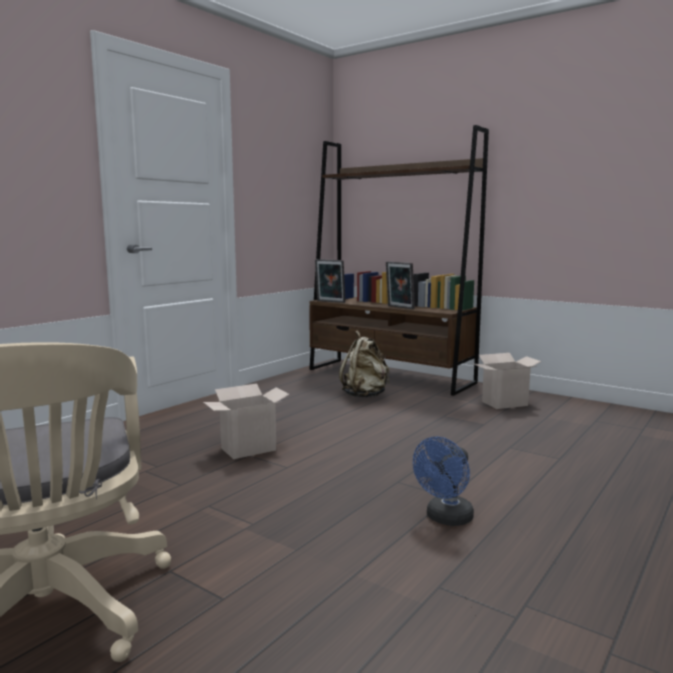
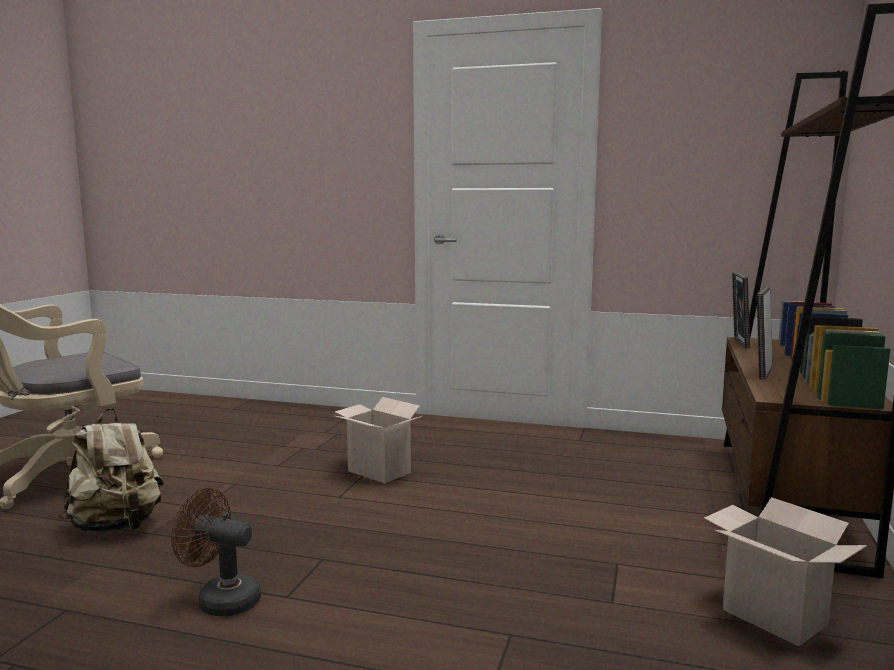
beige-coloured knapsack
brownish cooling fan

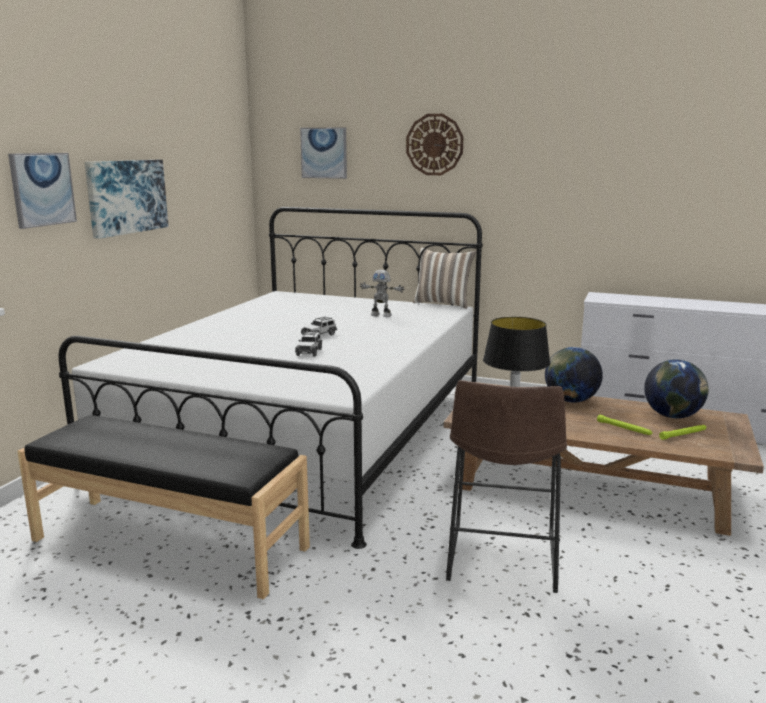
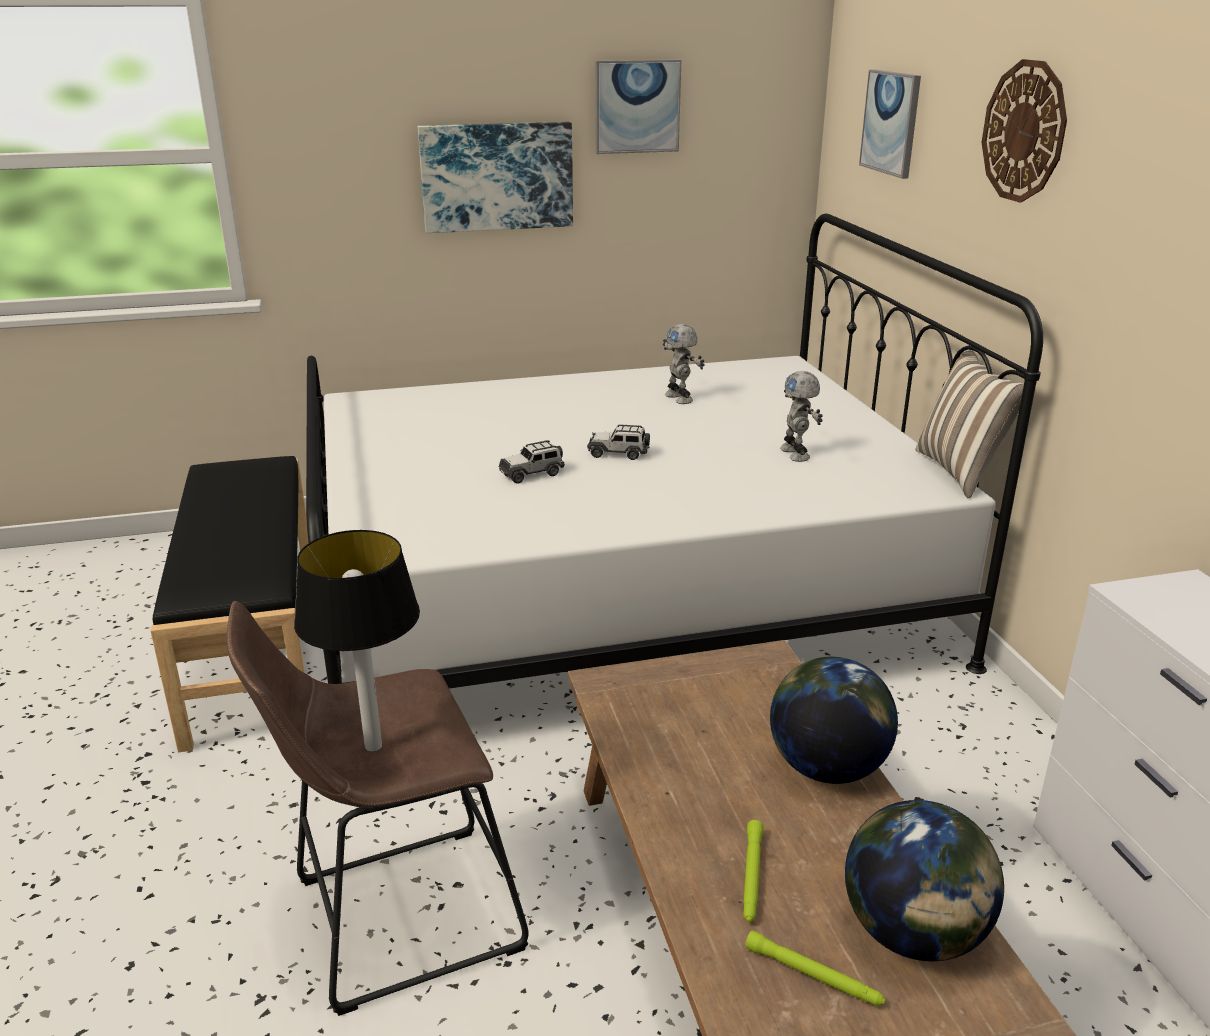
picture (2nd from left)
robot figure (1st from left)

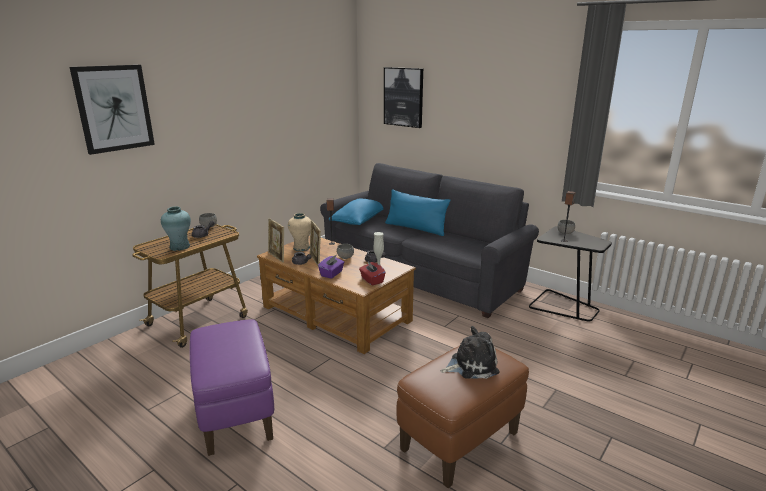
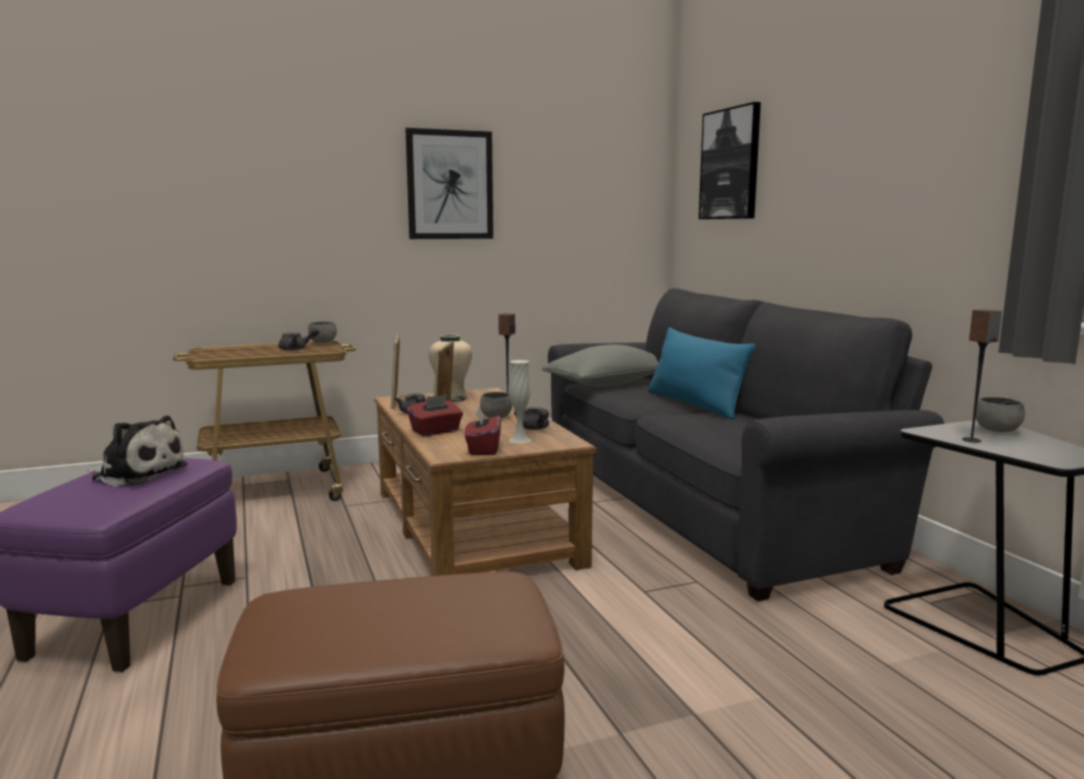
picture (1st from left)
blue-green flower vase
reddish tissue box (1st from left)
grey pillow
soft toy

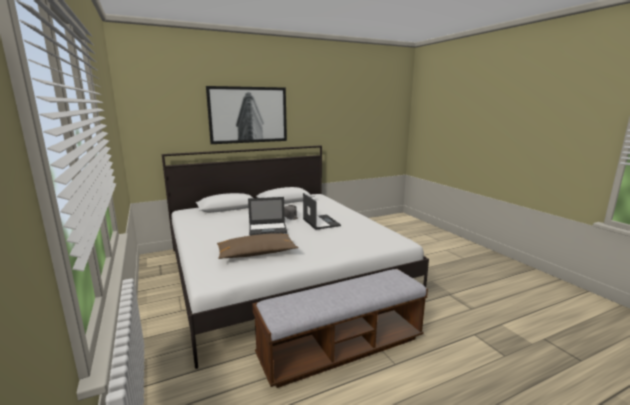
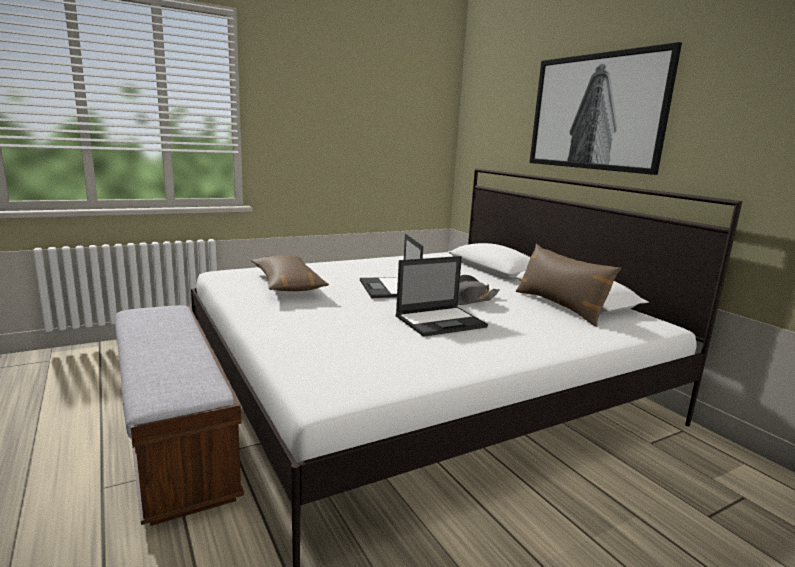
brownish pillow (2nd from left)

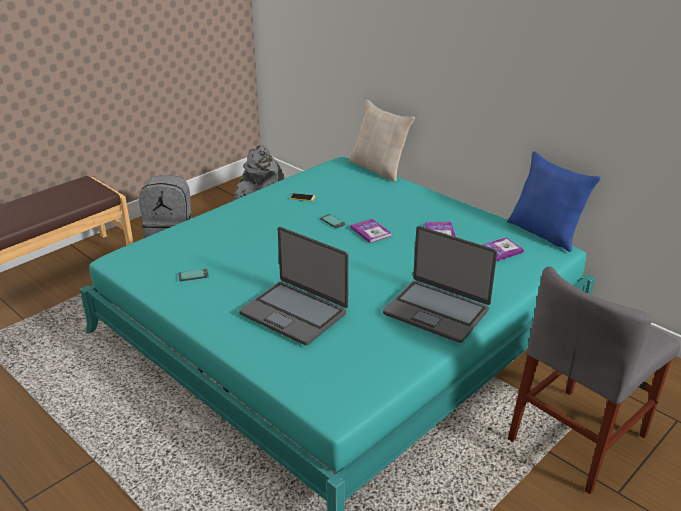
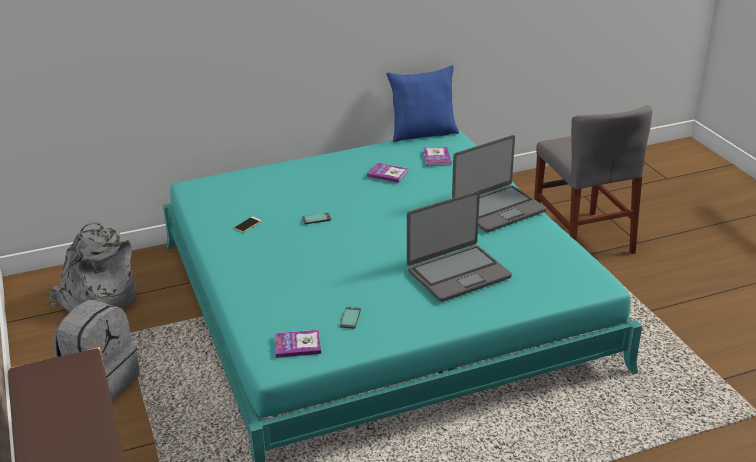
beige-coloured pillow
volume (1st from left)

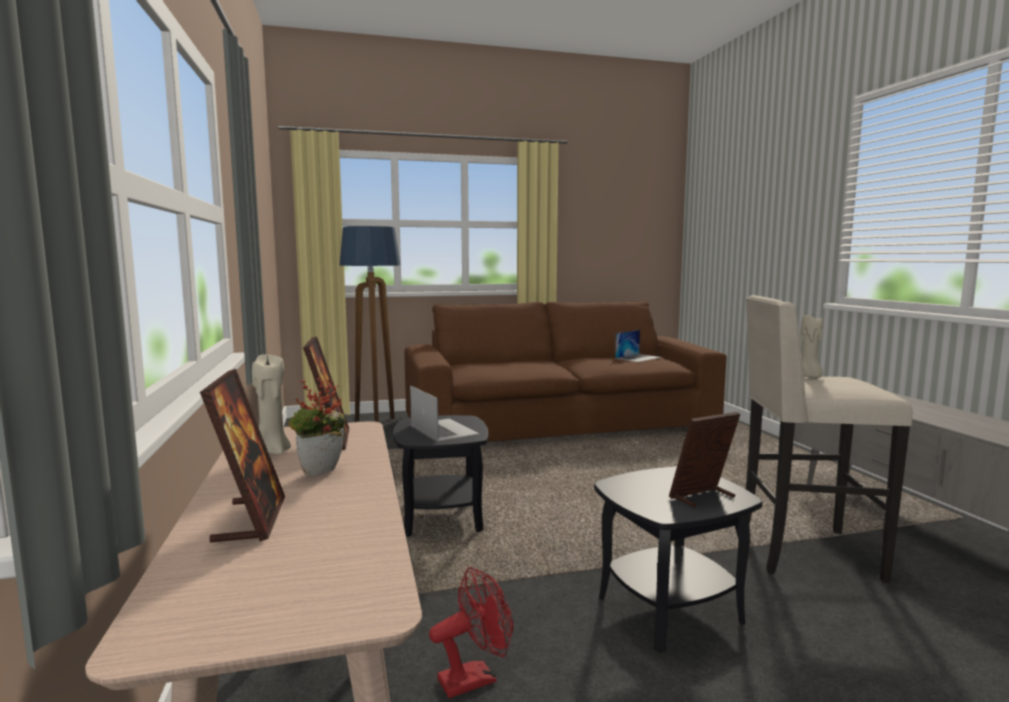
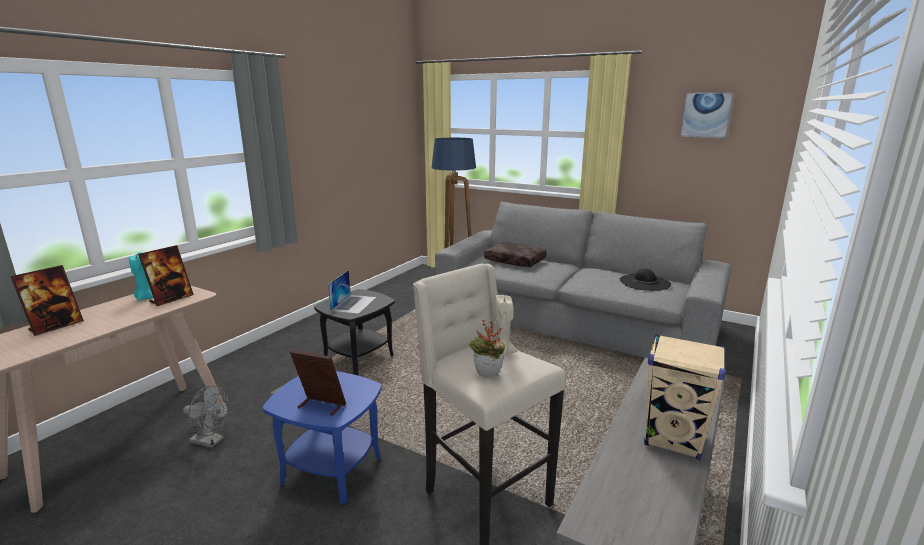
blue-green wax candle
plant in a pot
grey sofa
grey cooling fan
blue accent table
blackish wearable hat
brownish pillow
beige-coloured audio speaker
picture

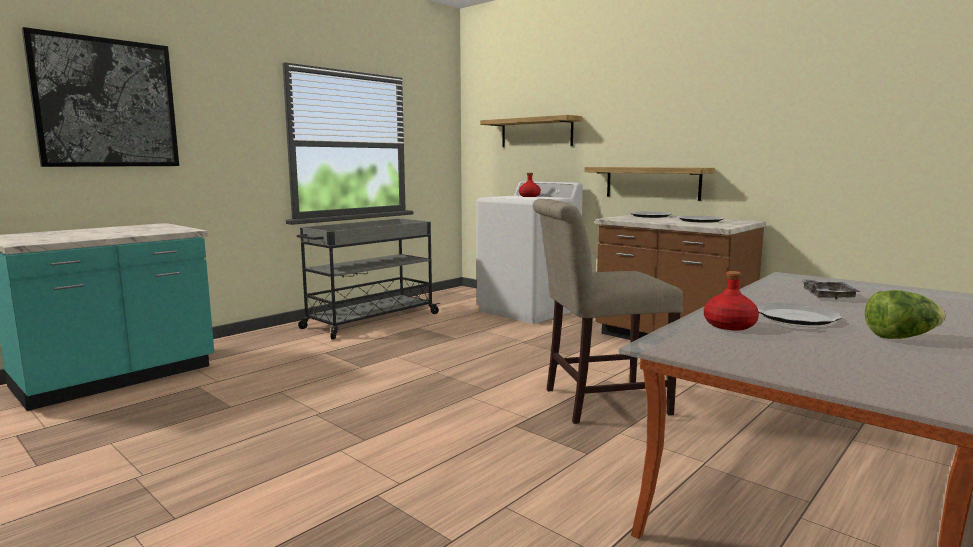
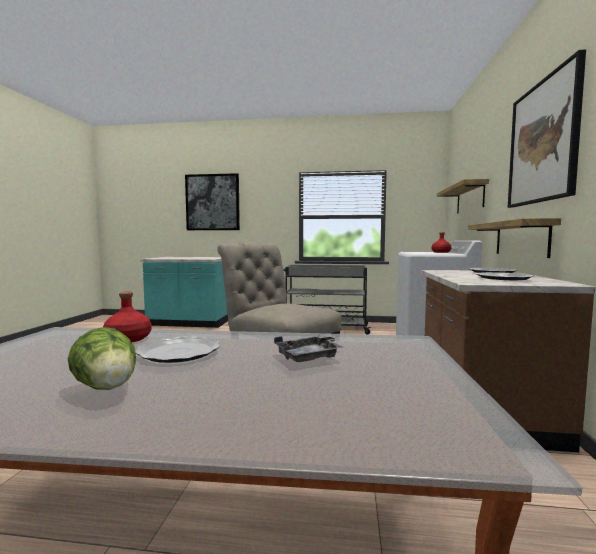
picture (2nd from left)

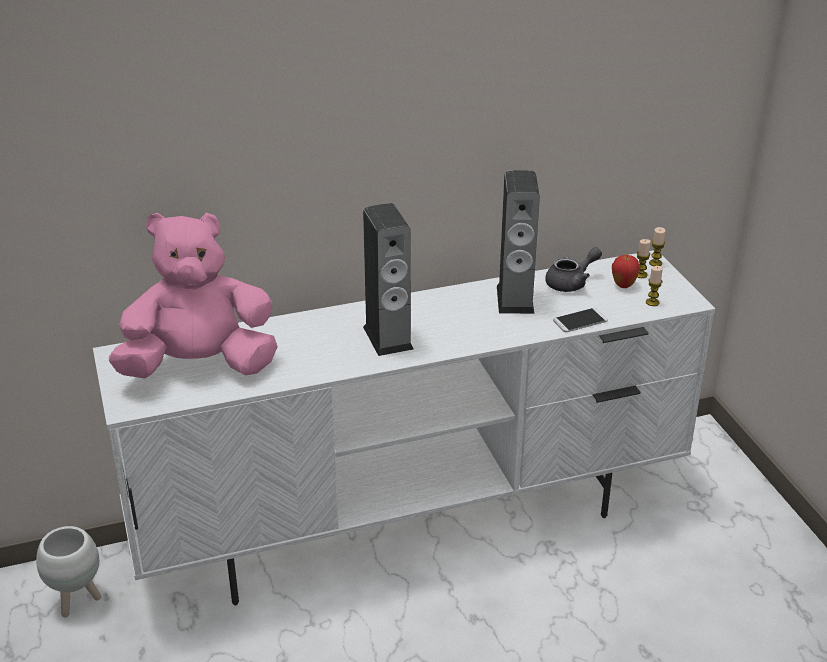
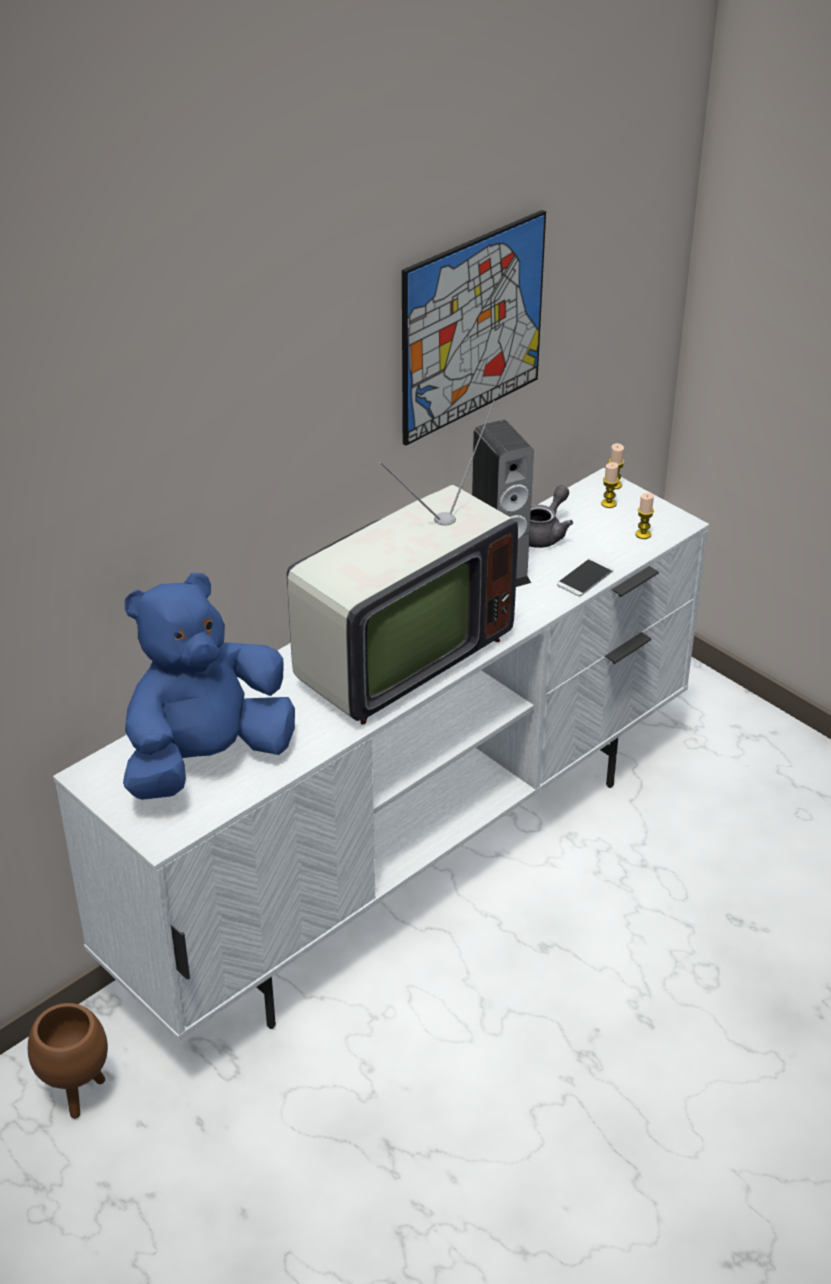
brownish flower pot
blue soft toy
TV set
apple fruit
picture

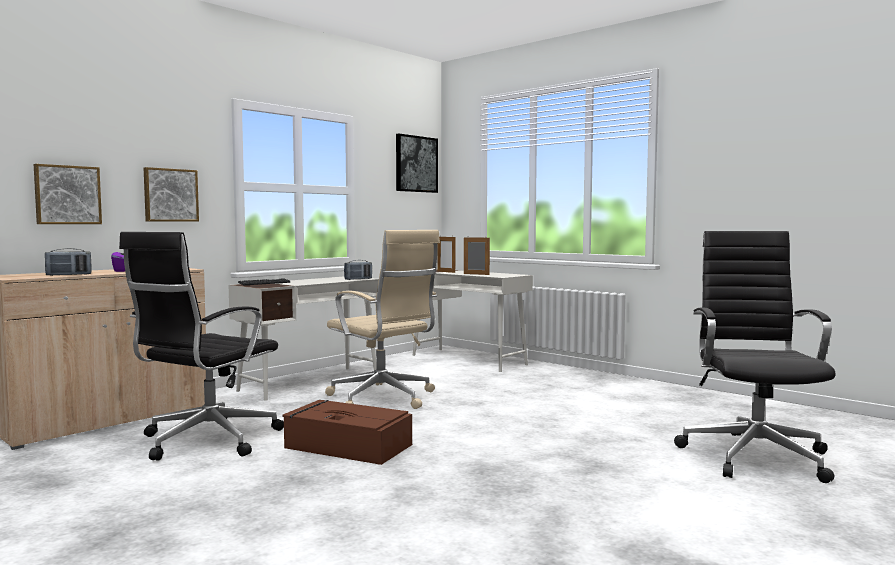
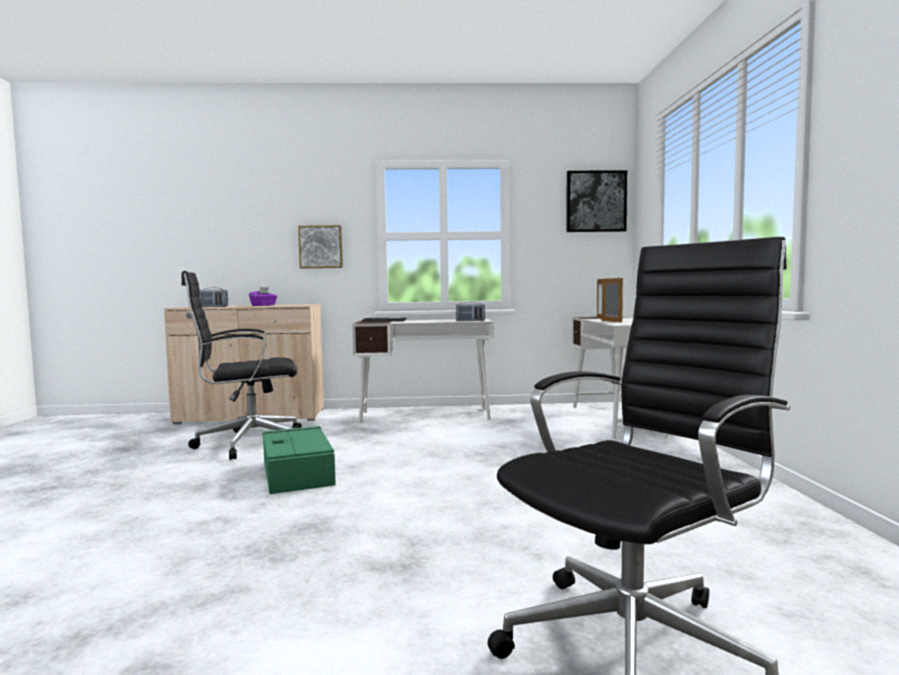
picture (1st from left in the first image)
greenish storage container
beige-coloured computer chair

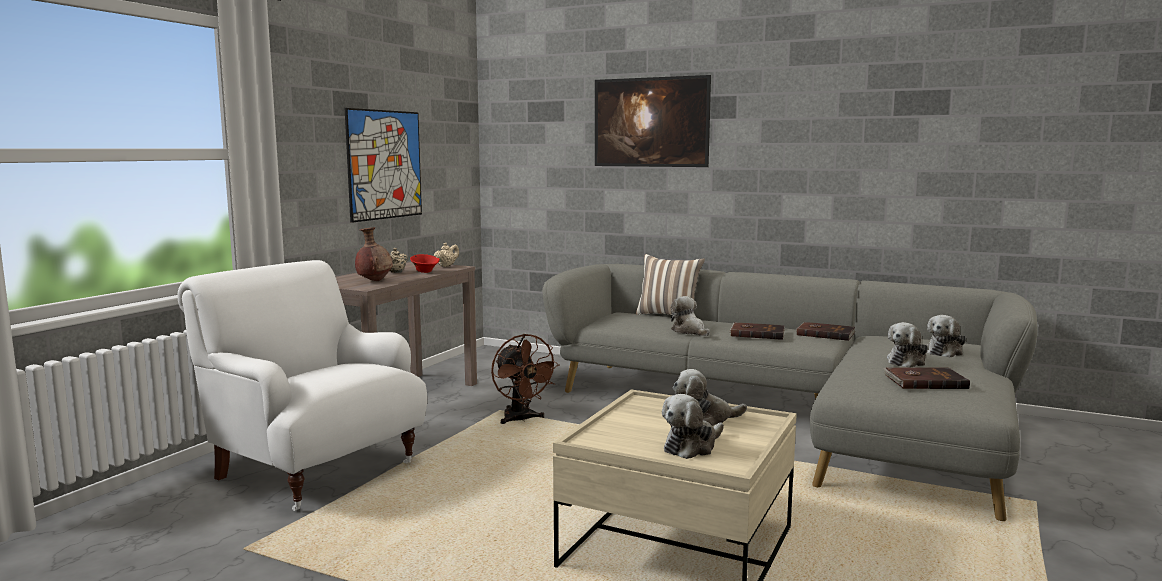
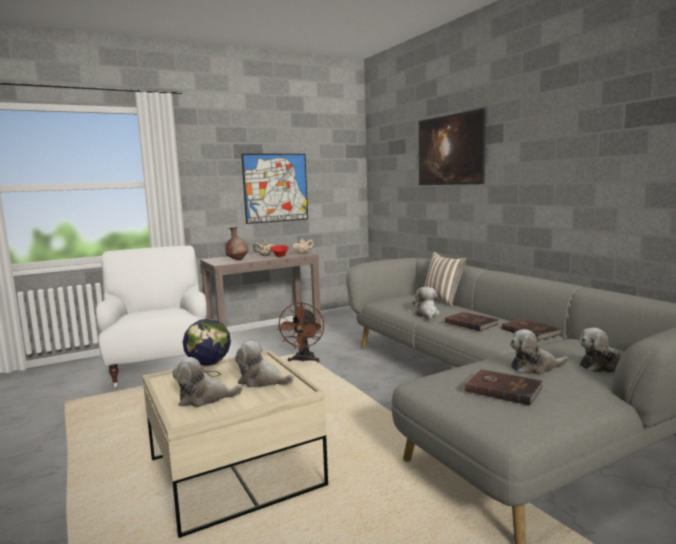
globe

